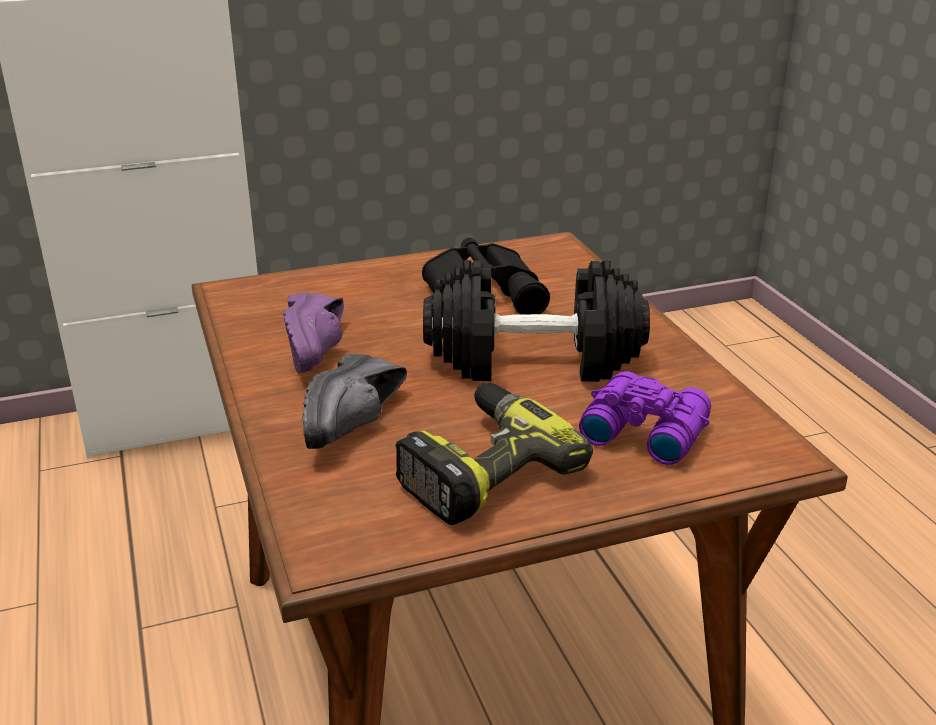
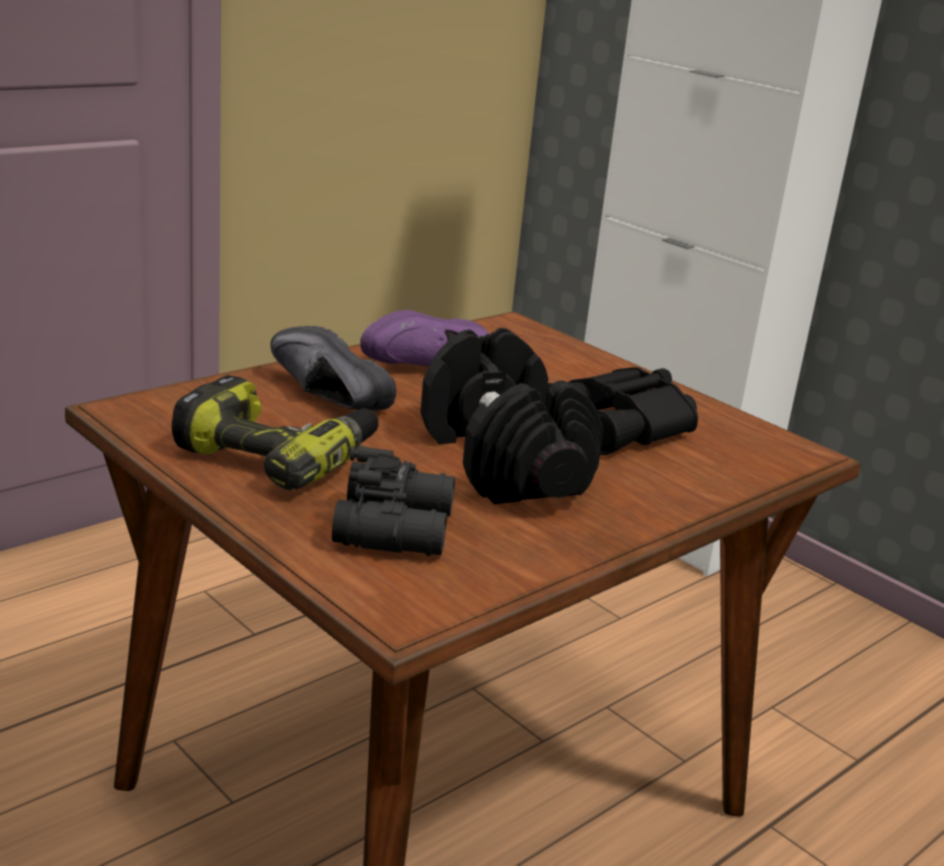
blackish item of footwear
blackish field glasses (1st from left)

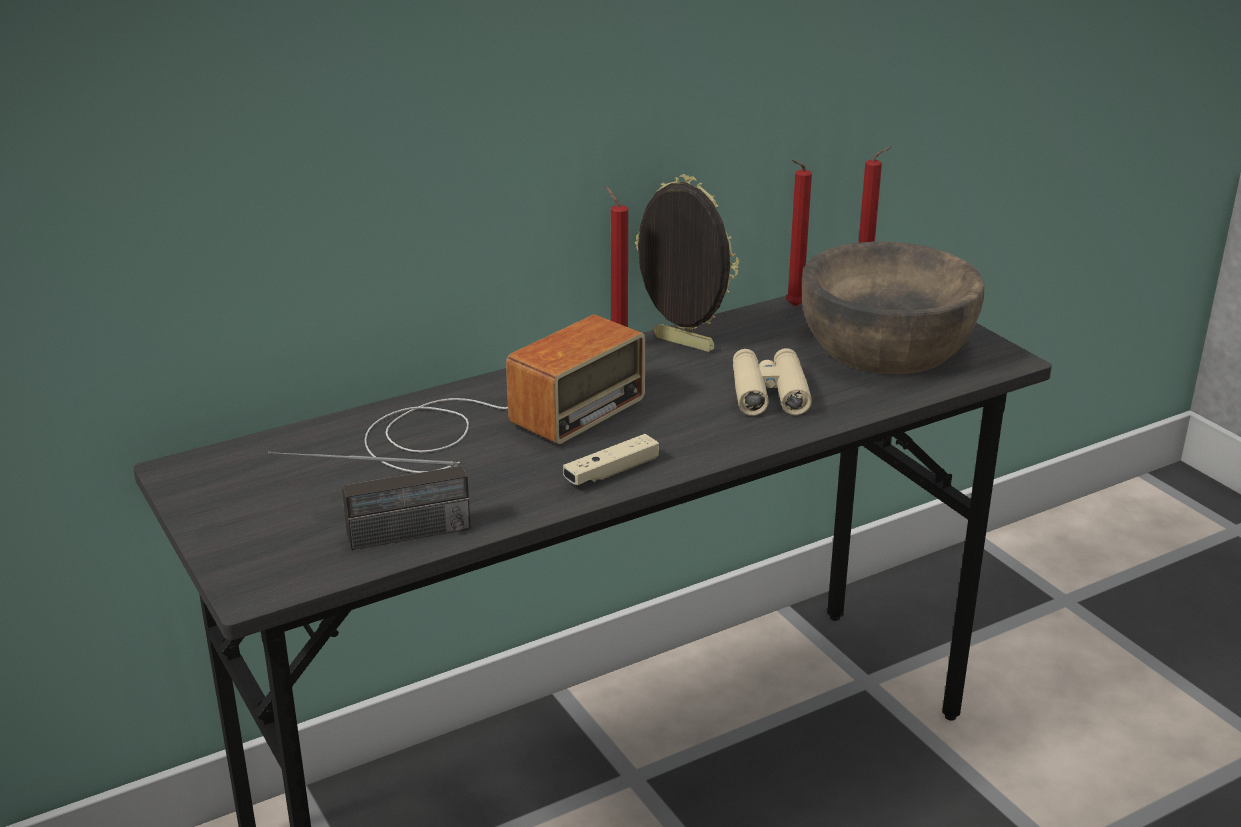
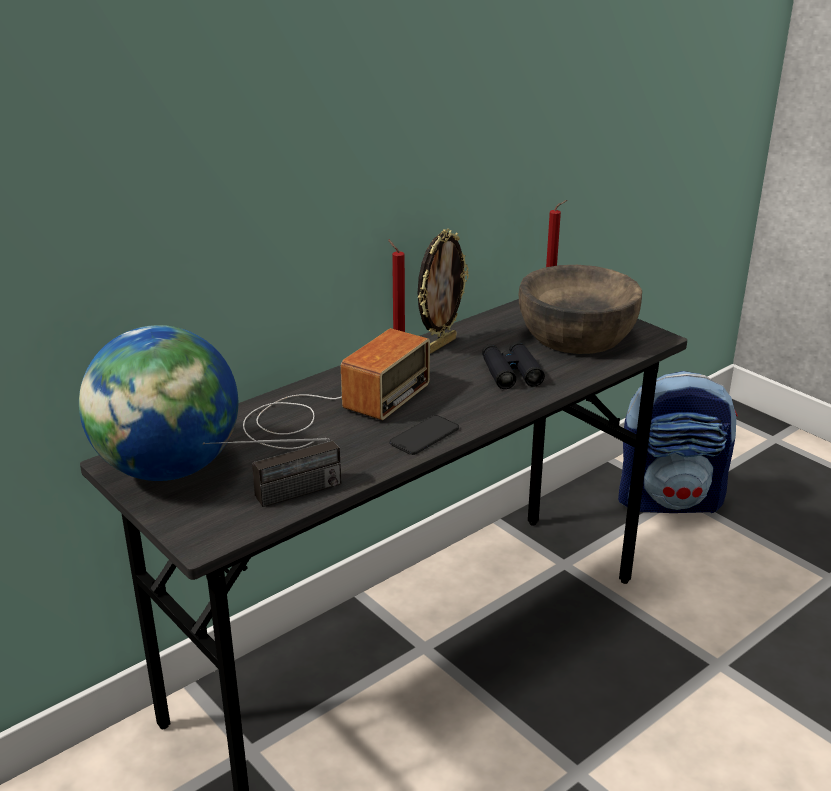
handset
picture frame
blackish field glasses
reddish wax candle (2nd from left in the first image)
globe
knapsack

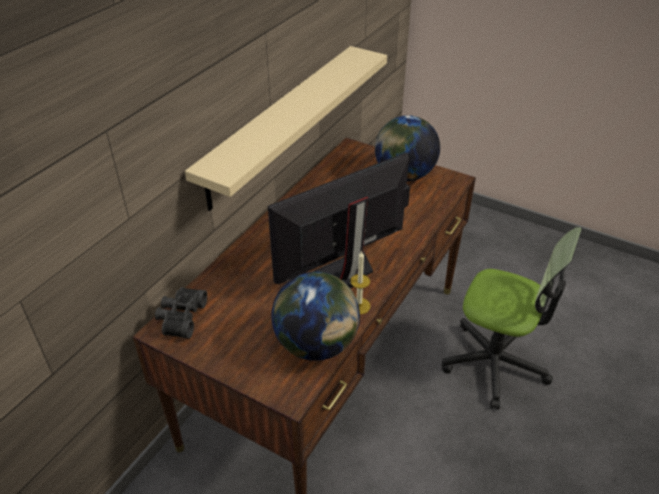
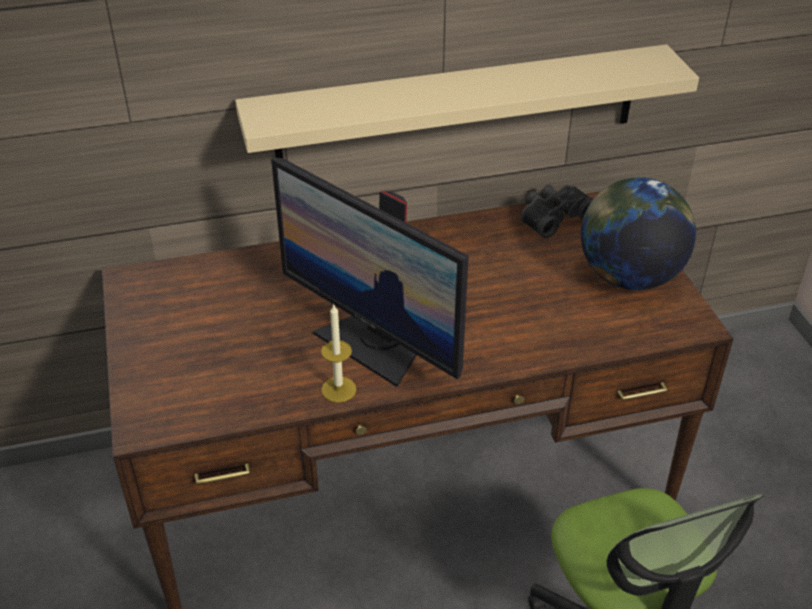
blackish field glasses
computer screen
globe (1st from left in the first image)

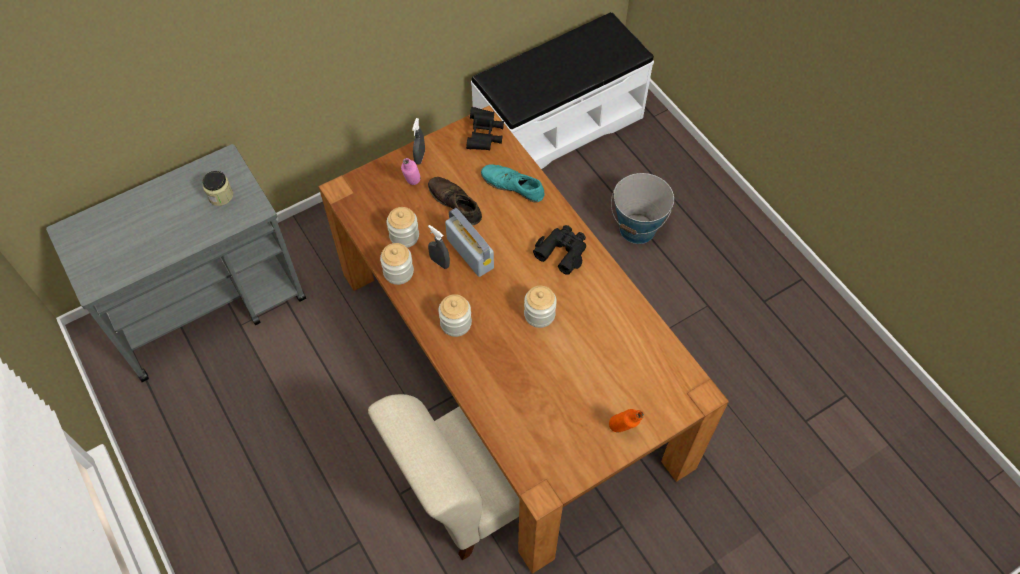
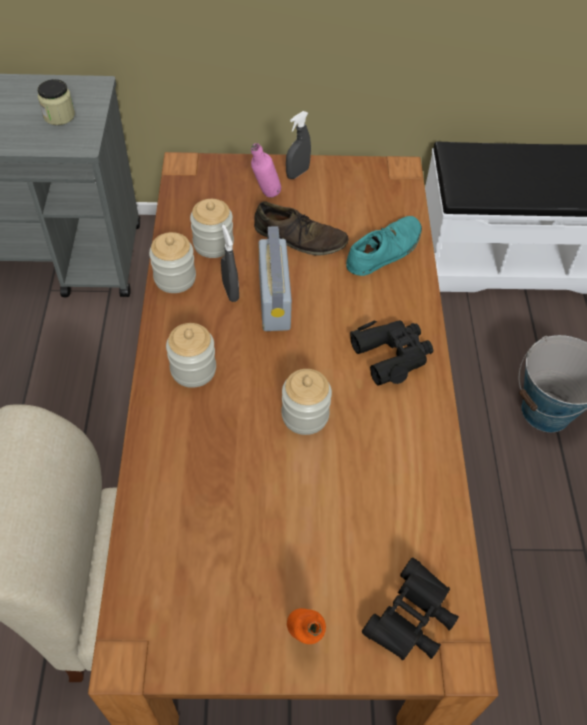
brownish item of footwear
blackish field glasses (2nd from left)
blue-green item of footwear

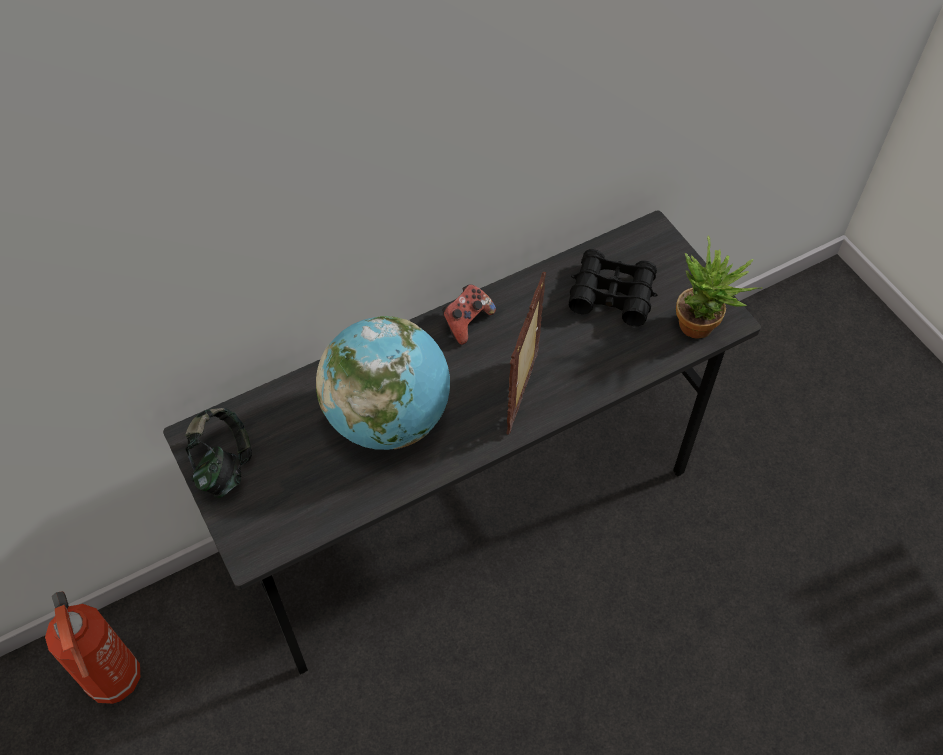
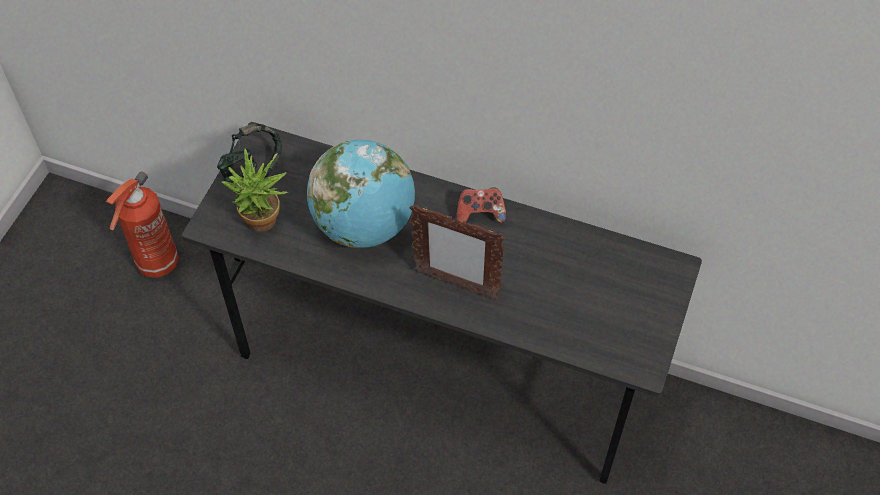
picture frame
blackish field glasses
plant in a pot

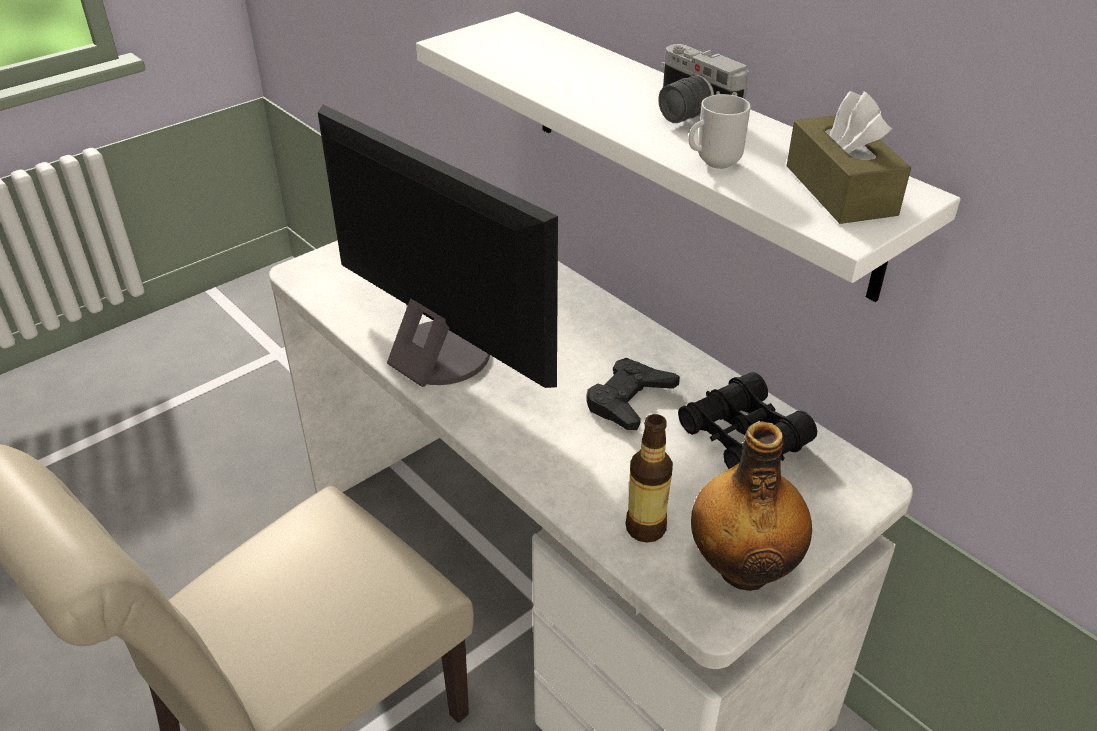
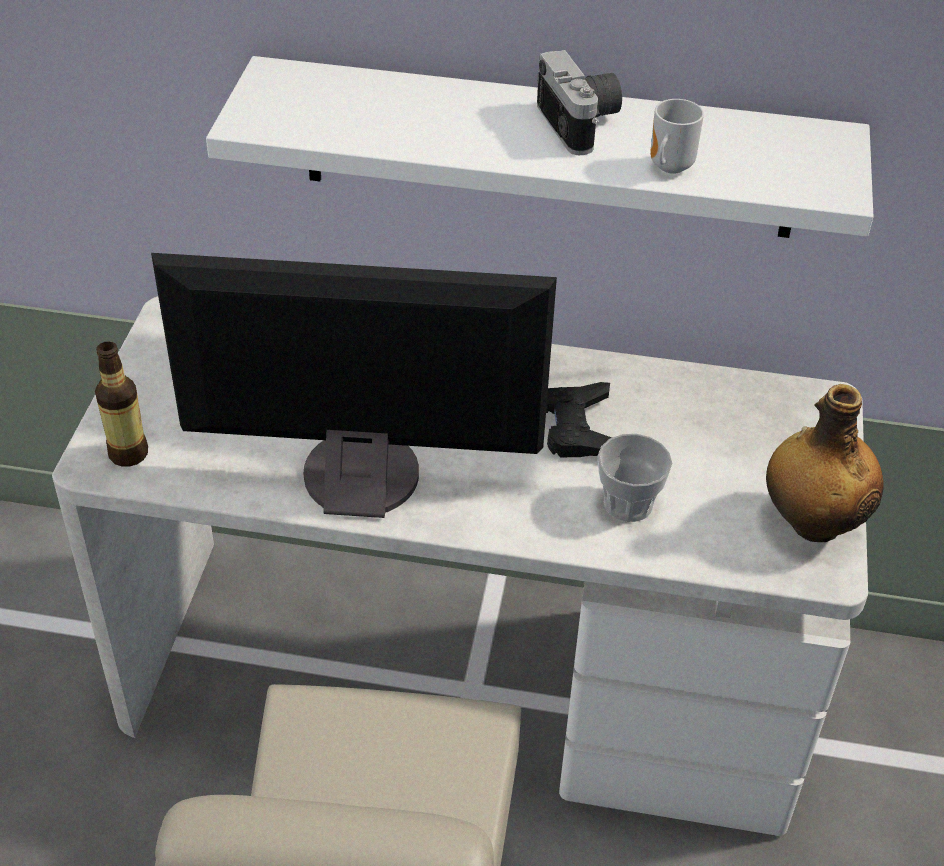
drink bottle (1st from left)
still camera
blackish field glasses
brownish tissue box
small cup

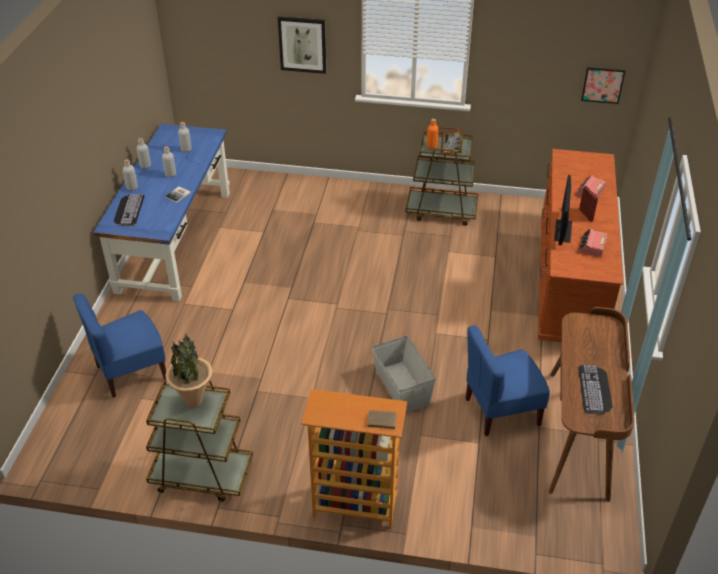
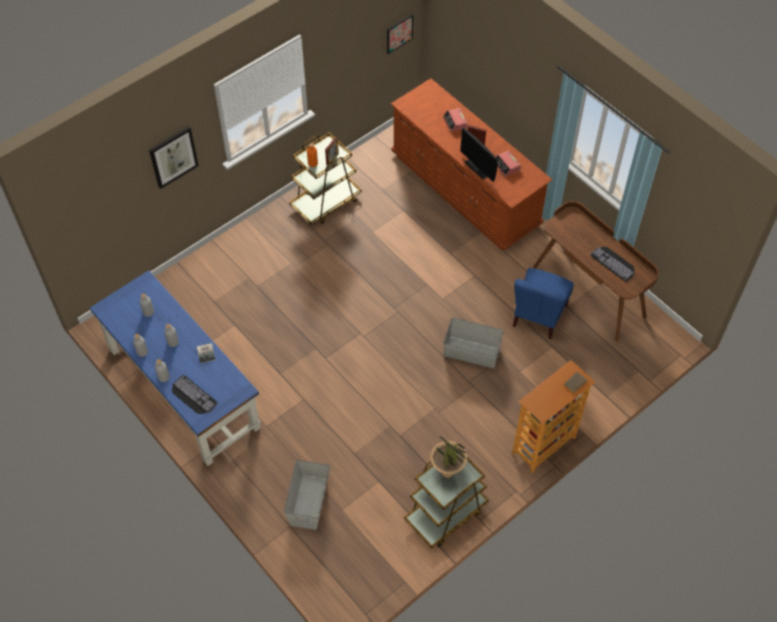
grey storage container (1st from left)

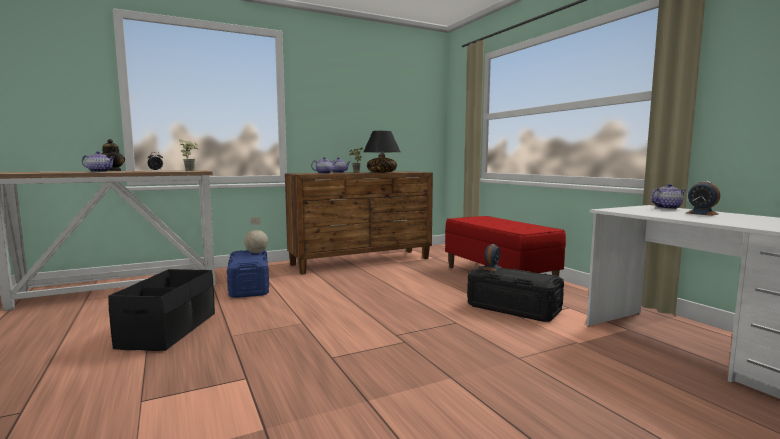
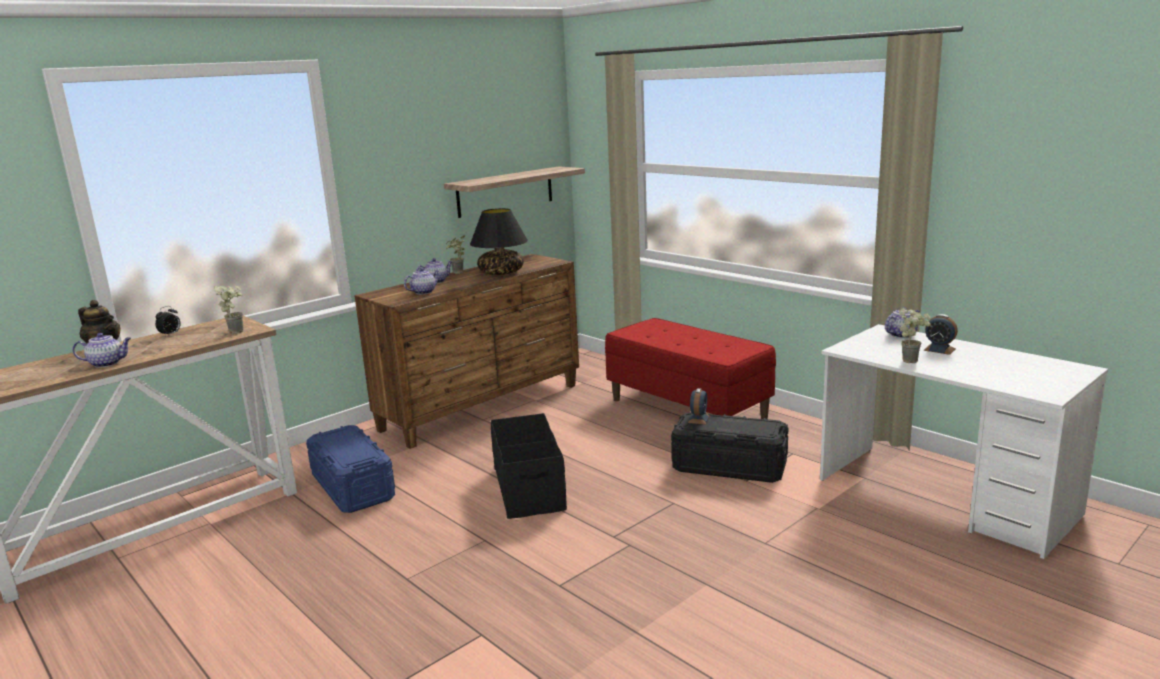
blackish storage container (1st from left)
globe
shelf
plant in a pot (3rd from left)

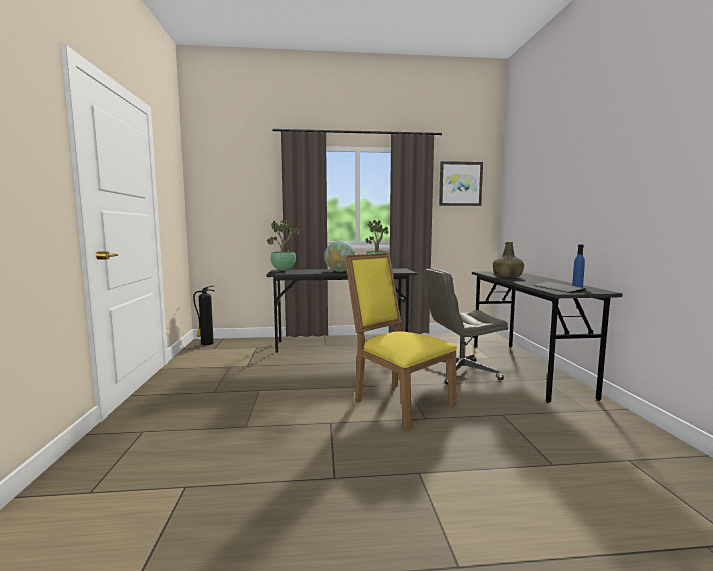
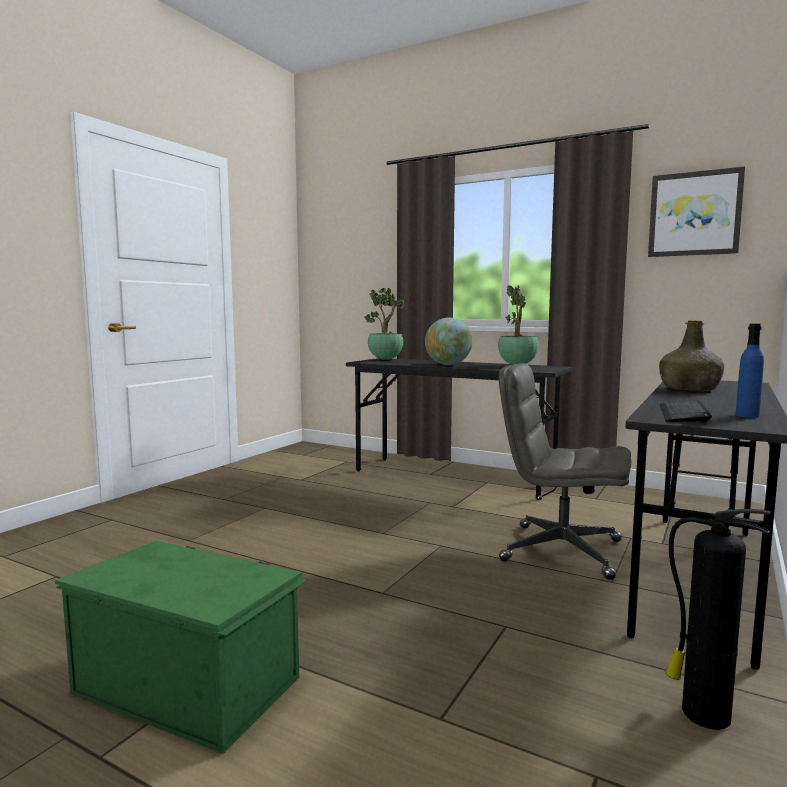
extinguisher
yellow-coloured plain chair
greenish storage container

